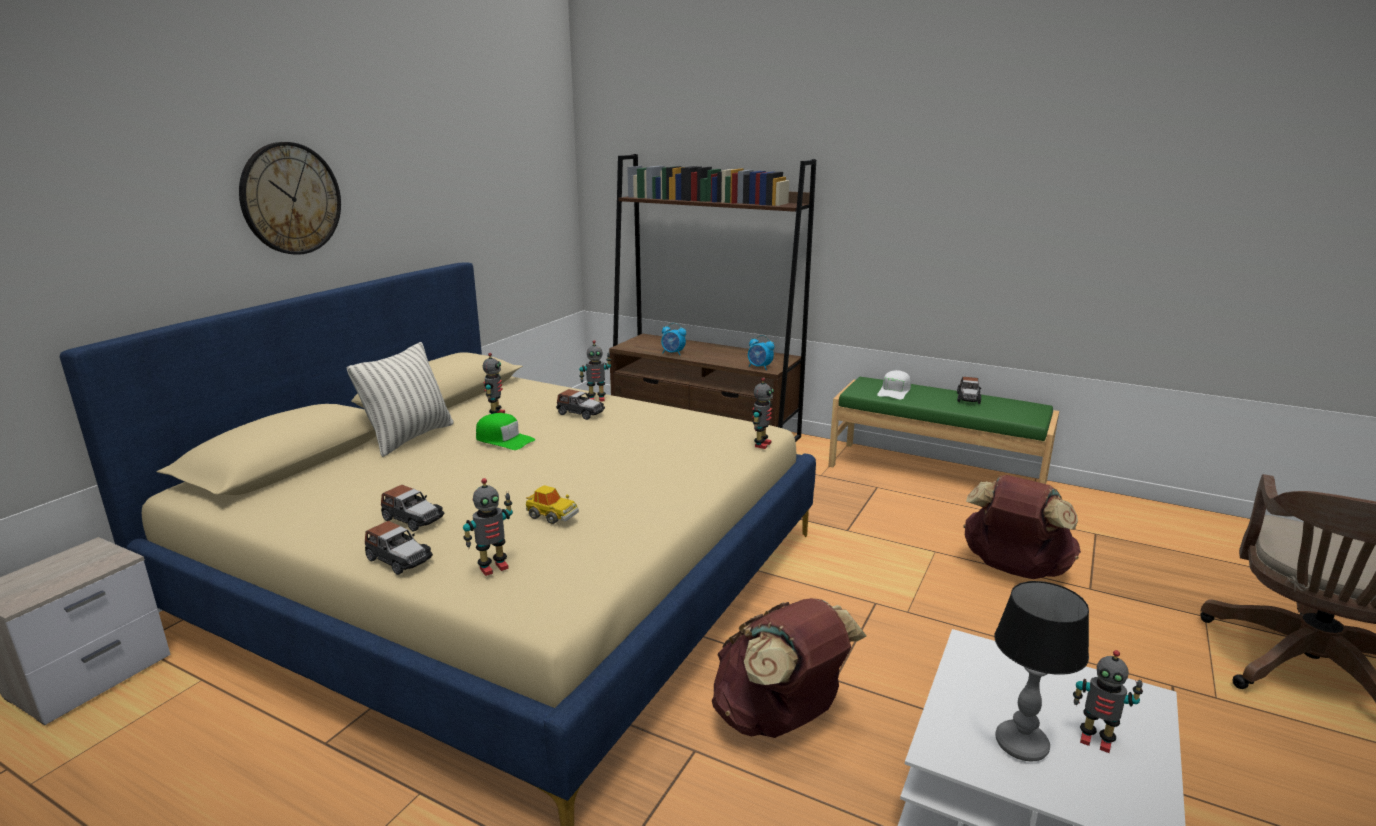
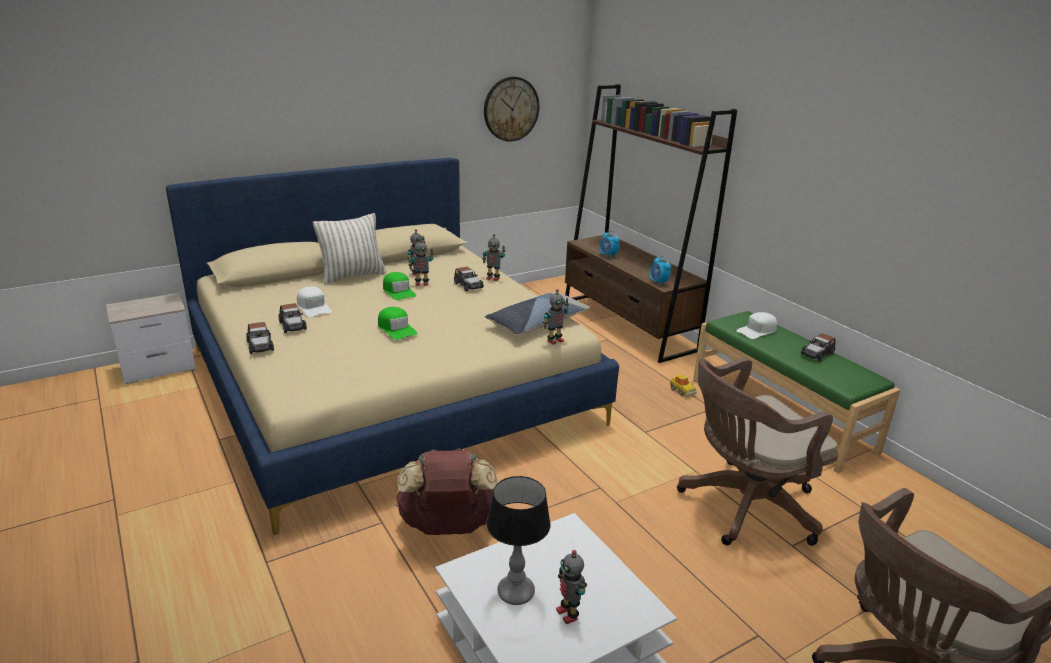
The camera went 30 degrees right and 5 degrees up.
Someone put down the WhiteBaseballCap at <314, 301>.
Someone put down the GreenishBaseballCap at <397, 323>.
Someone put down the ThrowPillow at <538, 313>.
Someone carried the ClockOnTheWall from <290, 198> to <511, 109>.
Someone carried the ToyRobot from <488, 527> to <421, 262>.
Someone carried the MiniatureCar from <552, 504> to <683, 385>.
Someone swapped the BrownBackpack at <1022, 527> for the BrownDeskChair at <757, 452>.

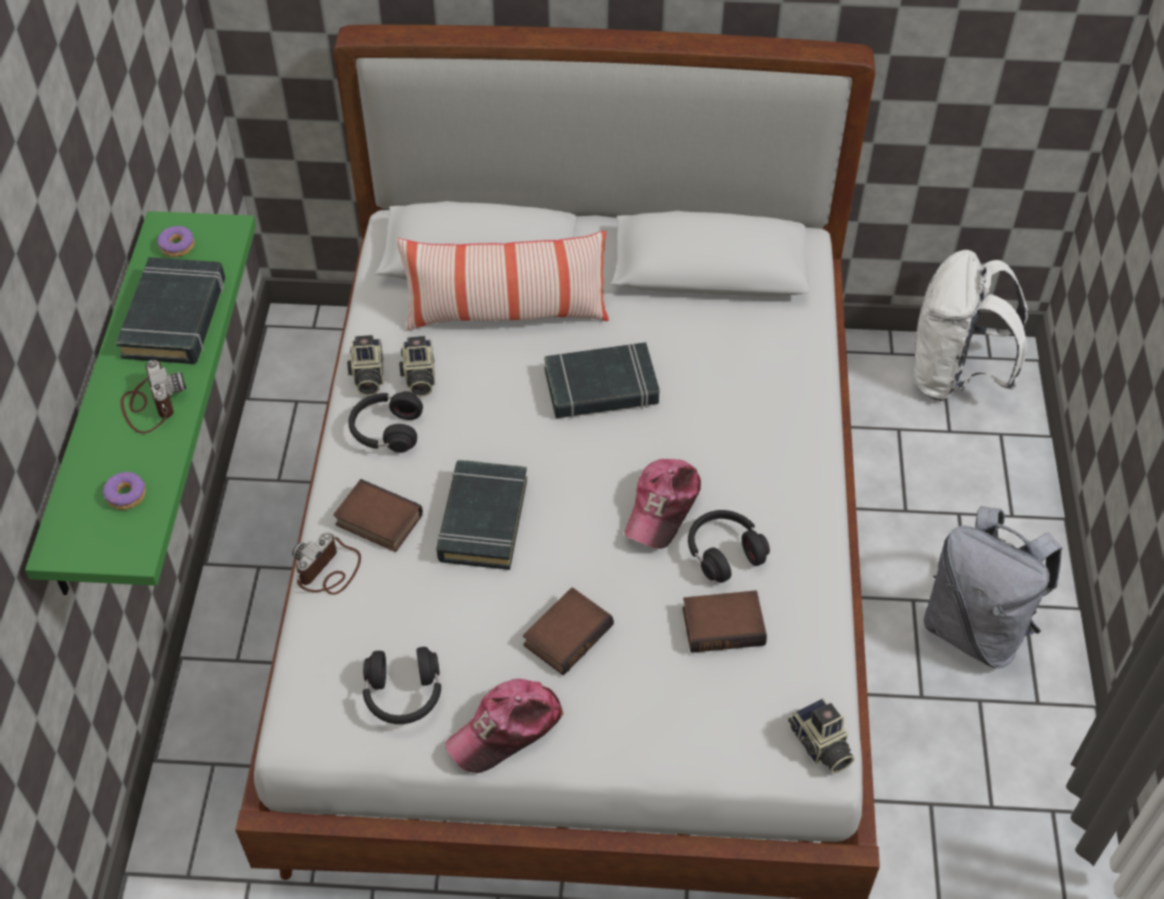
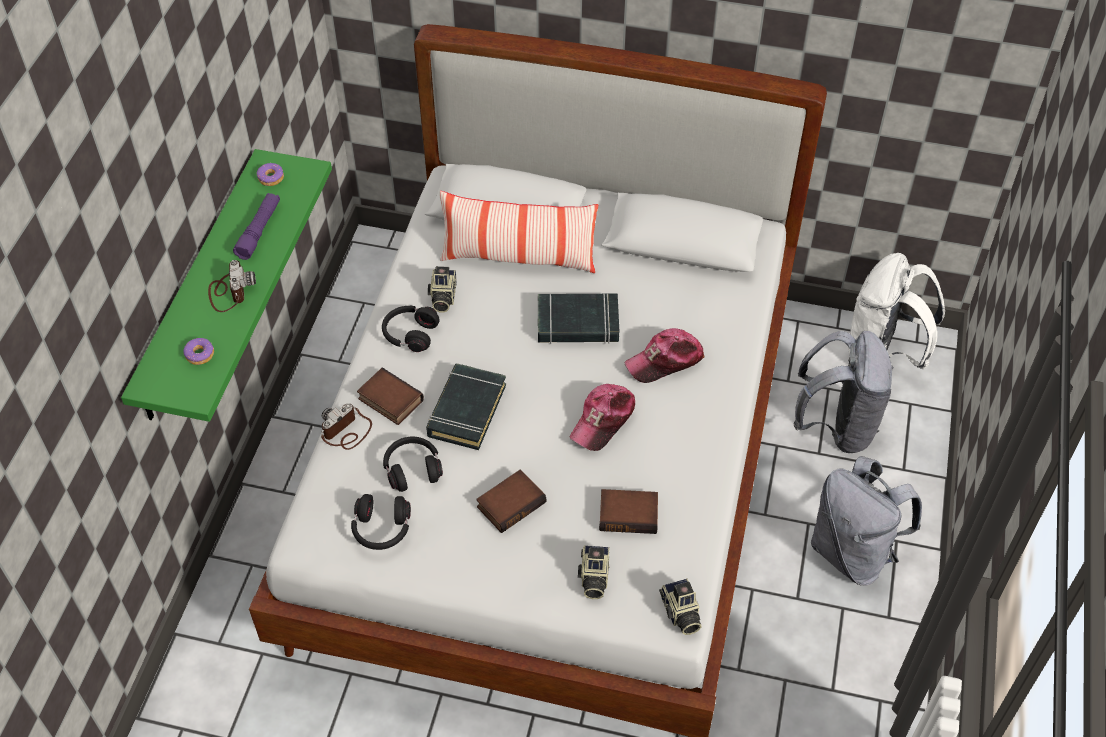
The camera went 10 degrees right and 0 degrees up.
Someone put down the GrayBackpack at <843, 392>.
Someone carried the PhotoCamera from <365, 365> to <594, 572>.
Someone carried the BaseballCap from <504, 726> to <664, 355>.
Someone carried the BlackishHeadset from <729, 546> to <413, 464>.
Someone swapped the BlackishBoundBook at <170, 310> for the PurplishHandTorch at <256, 226>.

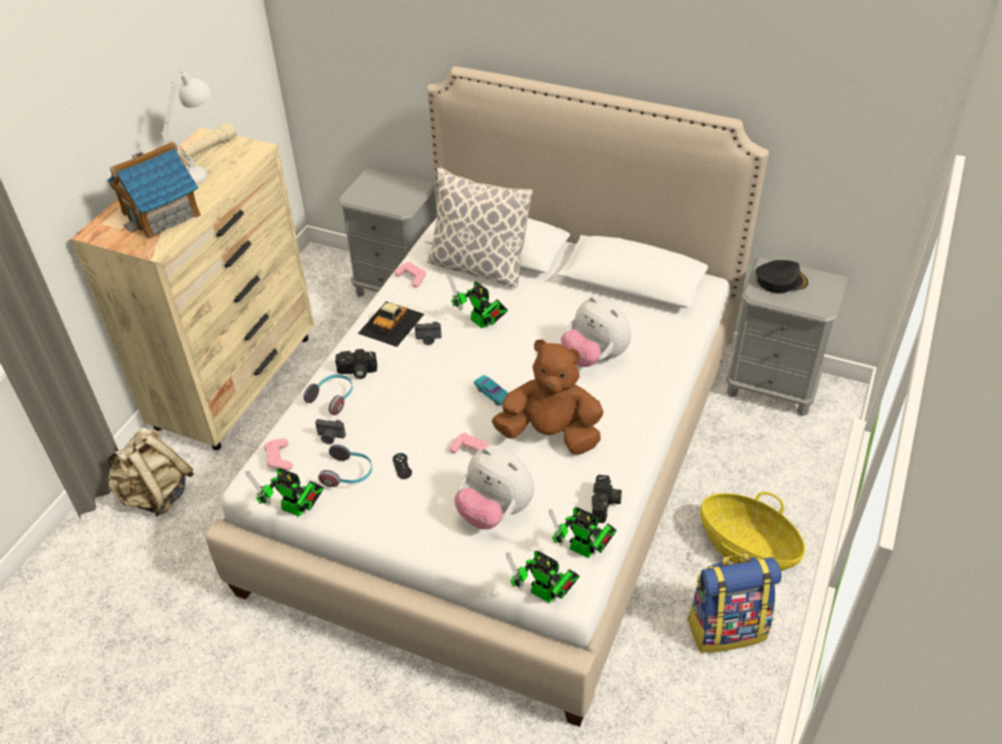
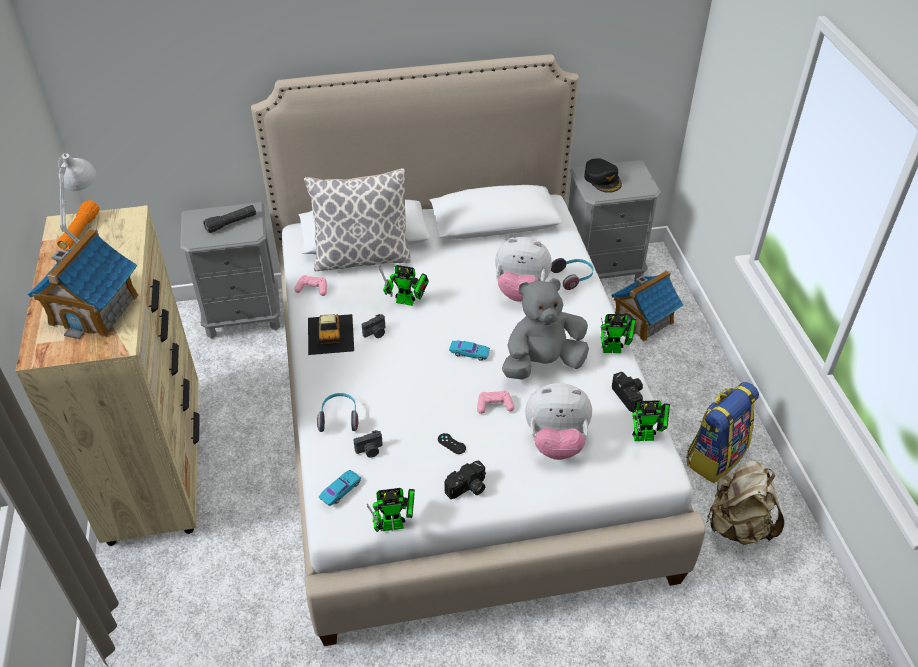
The camera went 35 degrees left and 0 degrees up.
Someone took away the Basket at <752, 531>.
Someone put down the BlackishHandTorch at <229, 219>.
Someone put down the ToyHouse at <647, 305>.
Someone carried the BeigeColouredBackpack from <150, 472> to <745, 502>.
Someone carried the Headset from <345, 465> to <572, 274>.
Someone carried the PhotoCamera from <356, 364> to <465, 480>.
Someone carried the ToyRobot from <543, 577> to <618, 333>.
Someone swapped the PinkishJoypad at <278, 454> for the TurquoiseMiniatureCar at <340, 488>.
Someone repainted the BeigeColouredHandTorch at <209, 141>, which became the OrangeColouredHandTorch at <78, 225>.
Someone repainted the BrownCuddlyToy at <547, 396>, which became the GrayCuddlyToy at <545, 329>.
Someone rotated the BlackishBaseballCap at <782, 277> by 105 degrees clockwise.

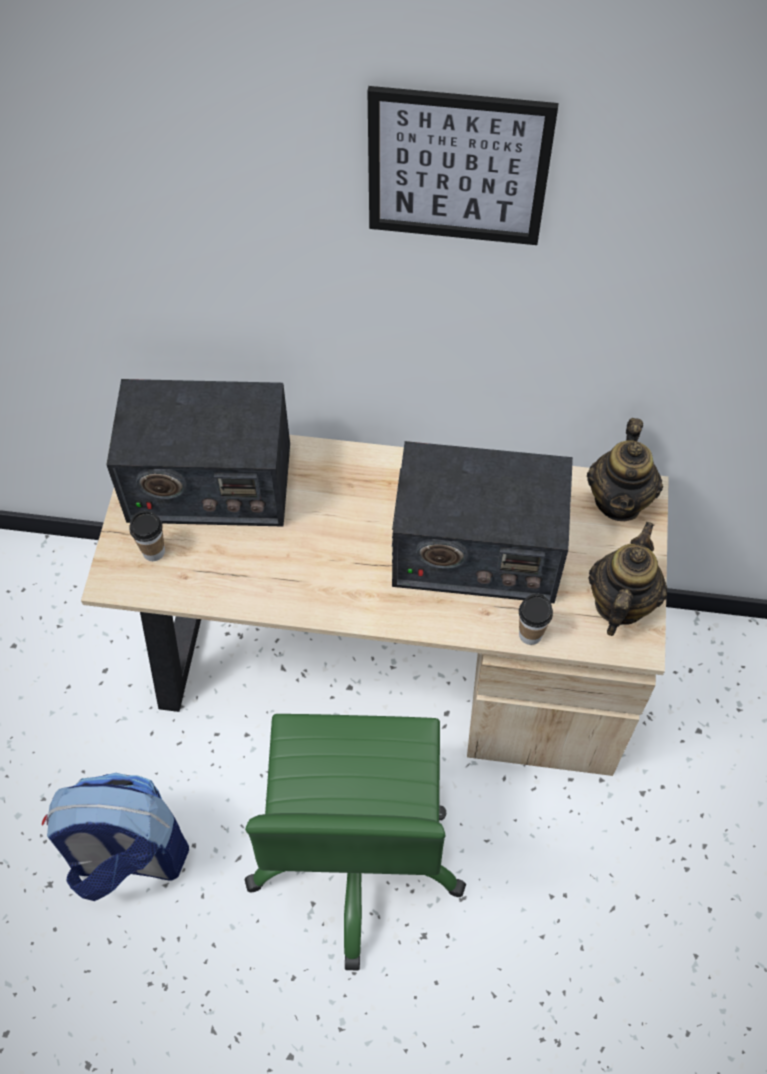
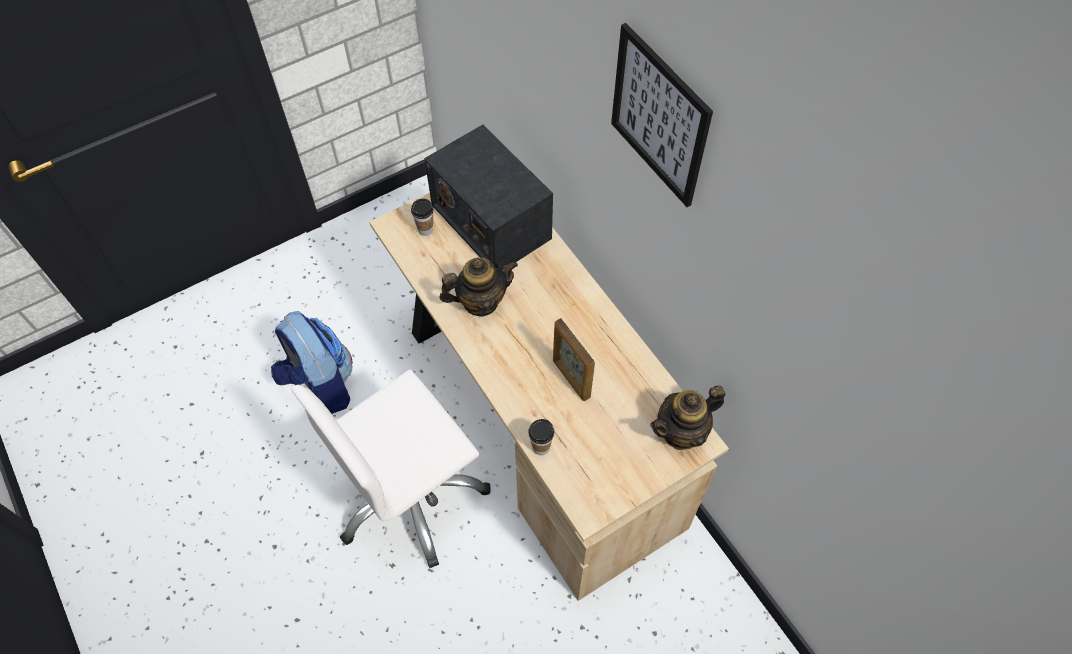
The camera went 50 degrees right and 0 degrees up.
Someone carried the TeaPot from <628, 579> to <478, 287>.
Someone swapped the Radio at <482, 522> for the PictureFrame at <574, 359>.
Someone repainted the GreenishDeskChair at <355, 842>, which became the WhiteDeskChair at <391, 469>.

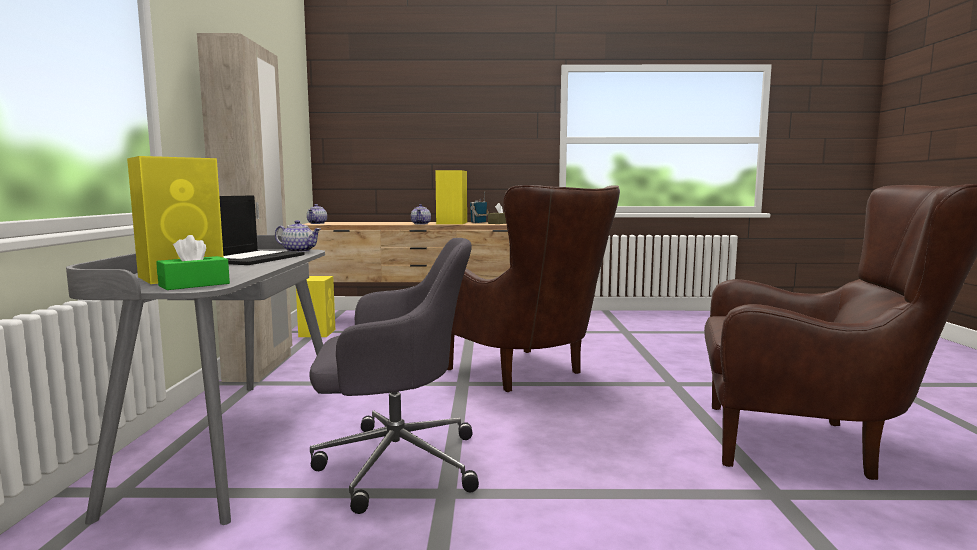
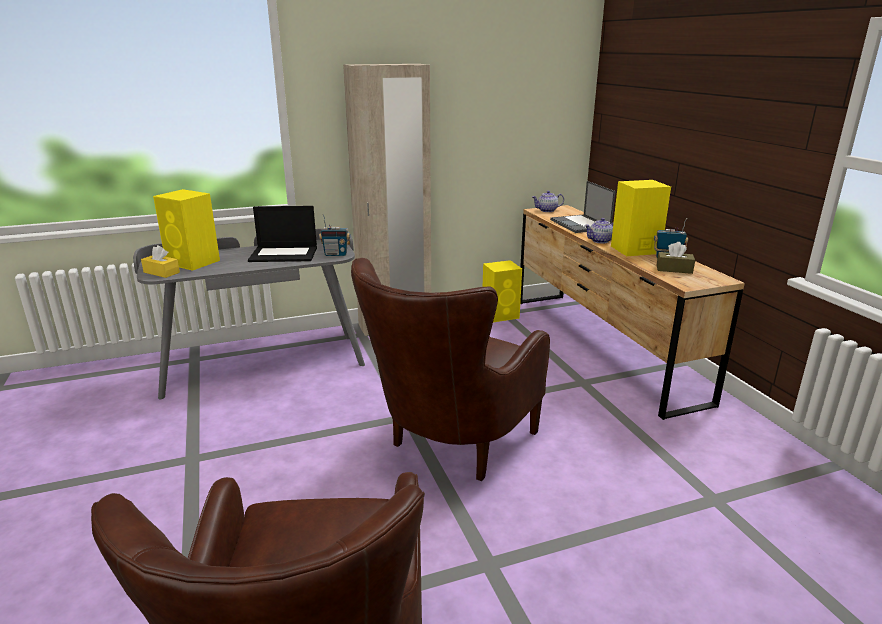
The camera went 70 degrees right and 15 degrees up.
Someone took away the GrayDeskChair at <394, 376>.
Someone put down the PortableComputer at <583, 207>.
Someone swapped the TeaPot at <298, 236> for the Radio at <334, 235>.
Someone repainted the GreenishTissueHolder at <193, 262>, which became the YellowTissueHolder at <160, 261>.

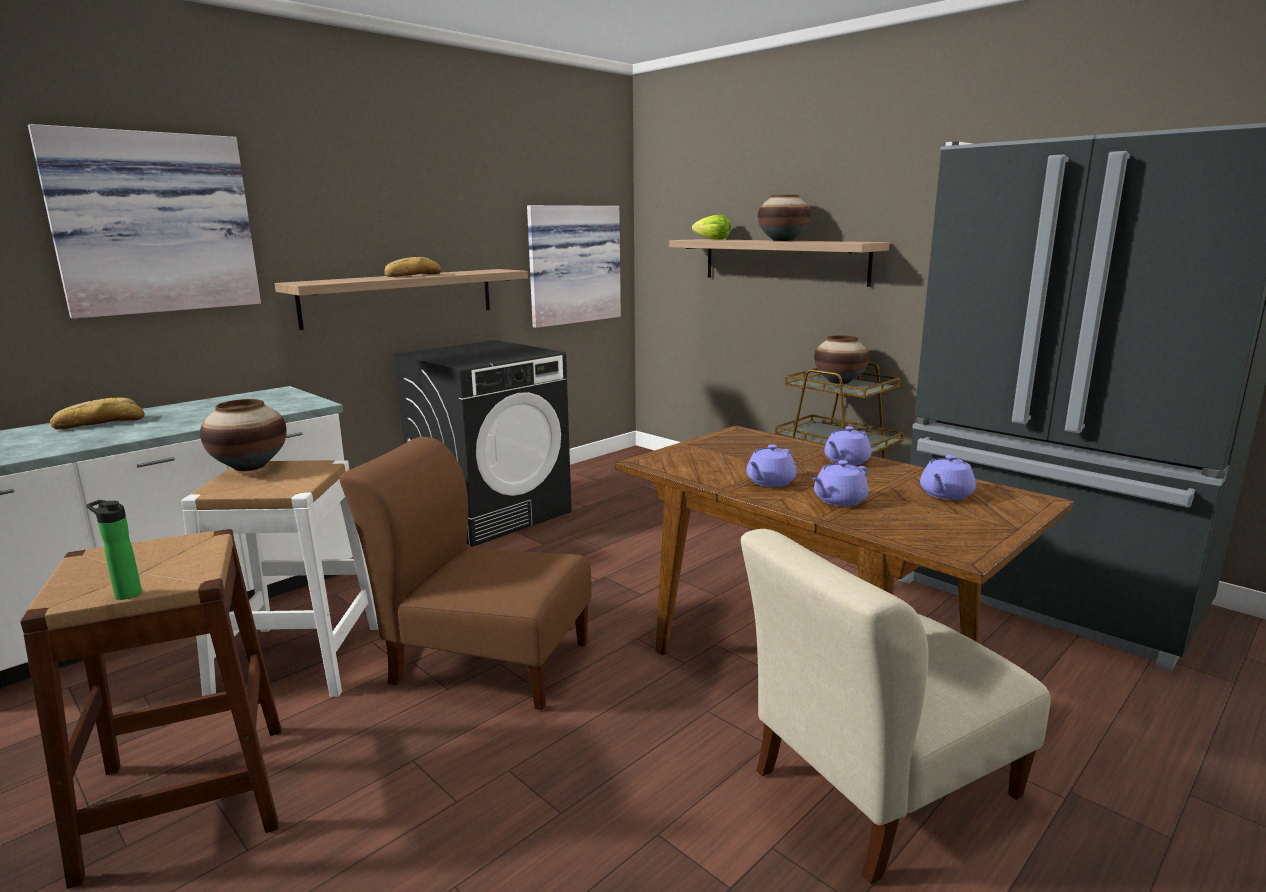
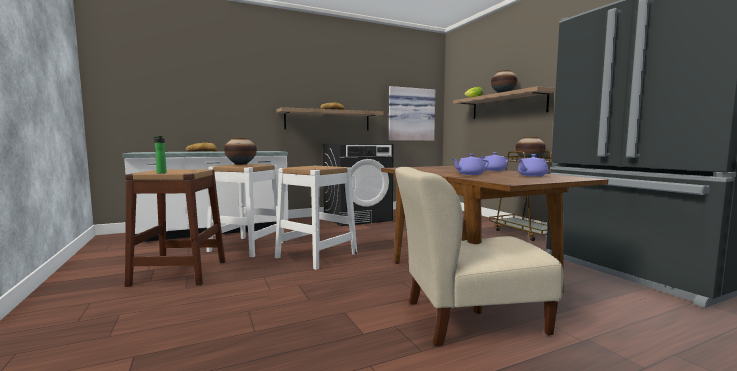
The camera went 20 degrees right and 10 degrees down.
Someone took away the WallPicture at <144, 221>.
Someone took away the PurplishTeaPot at <771, 465>.
Someone swapped the BrownChair at <465, 573> for the WhiteSittingStool at <316, 218>.

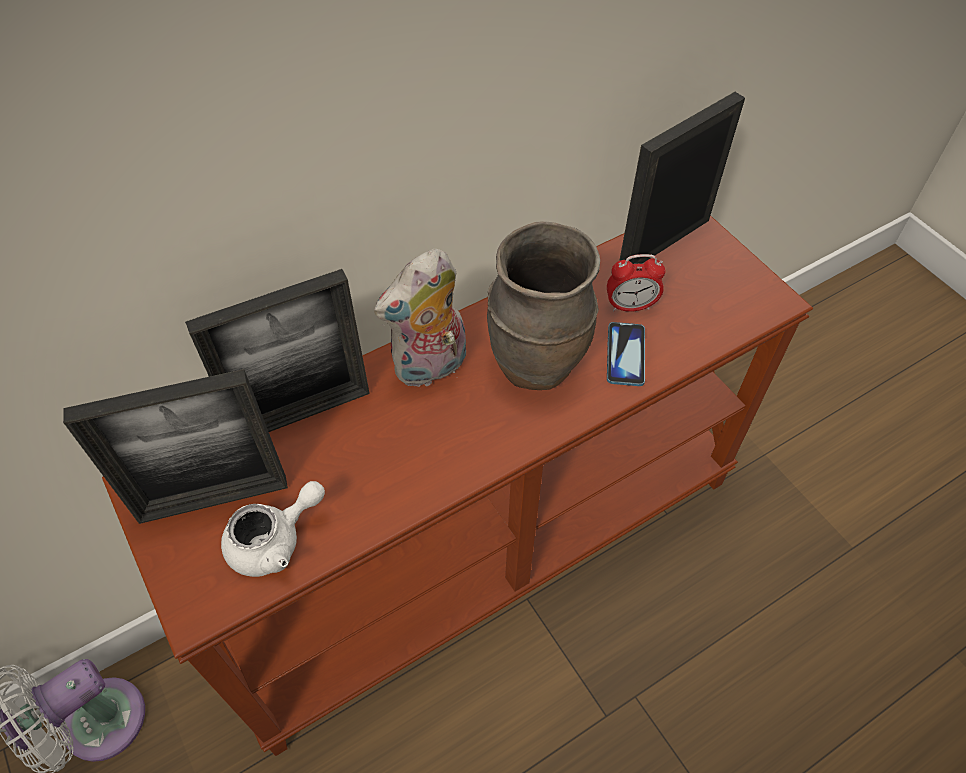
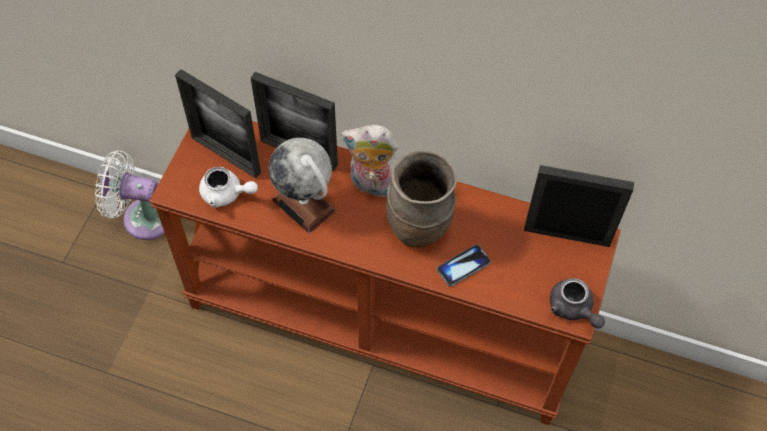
The camera went 50 degrees right and 5 degrees up.
Someone took away the AlarmClock at <636, 283>.
Someone put down the WorldGlobe at <302, 186>.
Someone put down the GrayTeaPot at <577, 303>.

